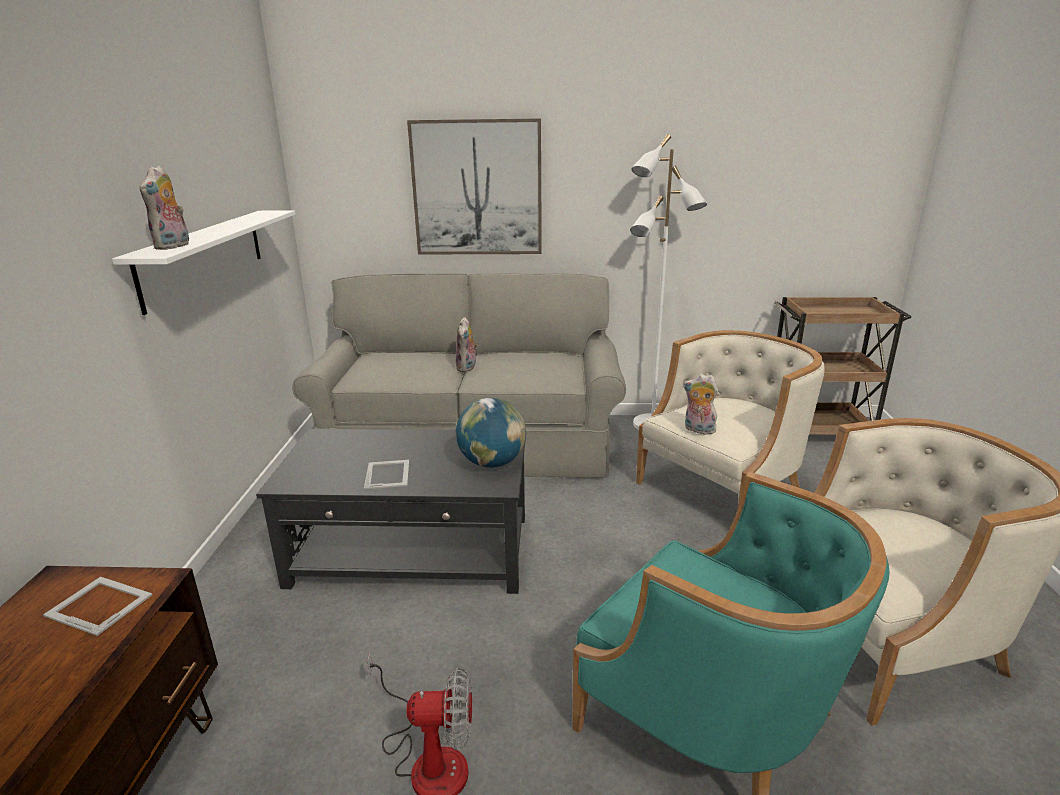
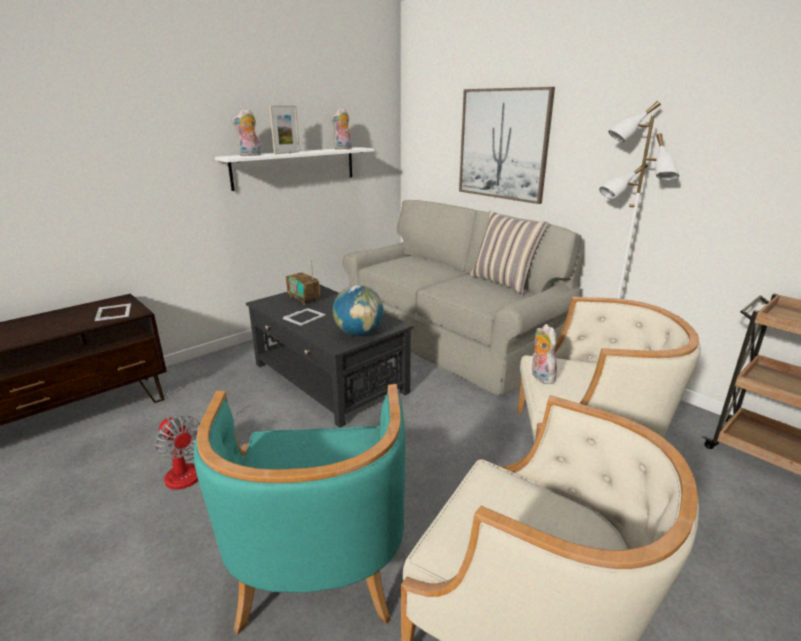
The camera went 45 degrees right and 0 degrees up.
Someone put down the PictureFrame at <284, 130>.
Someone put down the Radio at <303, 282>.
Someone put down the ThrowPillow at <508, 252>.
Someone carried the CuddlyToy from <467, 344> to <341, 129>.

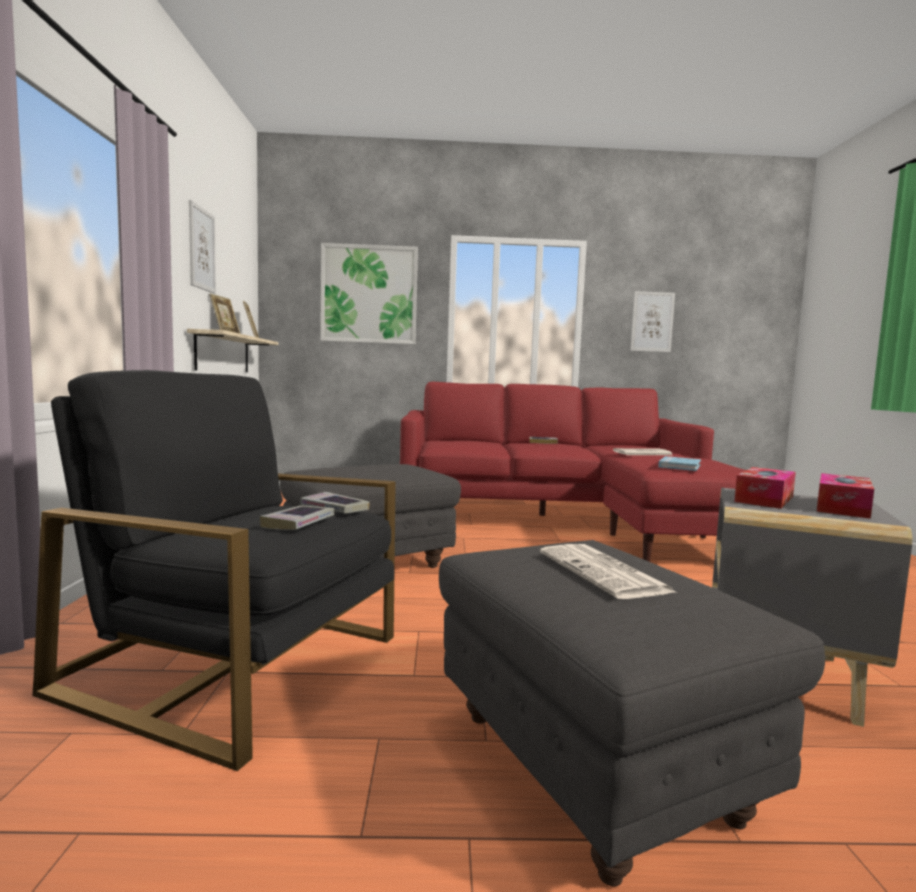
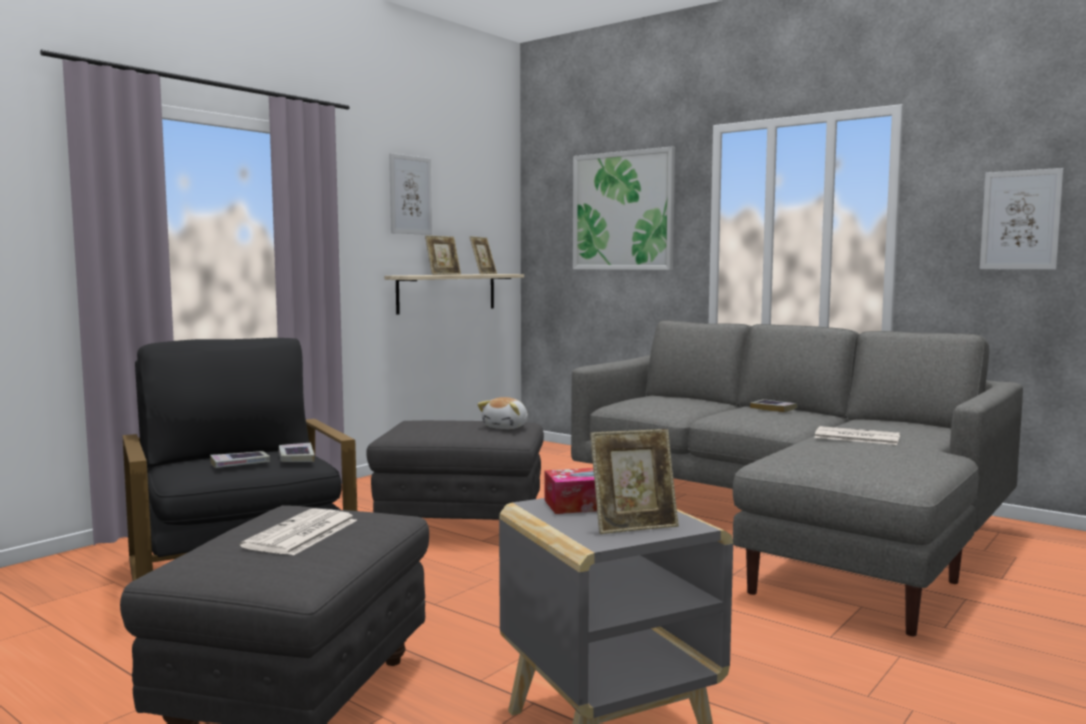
The camera went 40 degrees right and 0 degrees up.
Someone took away the BlueBoundBook at <679, 463>.
Someone put down the CuddlyToy at <502, 413>.
Someone swapped the TissueHolder at <845, 496> for the PictureFrame at <634, 481>.
Someone repainted the RedSofa at <573, 472>, which became the GraySofa at <797, 478>.

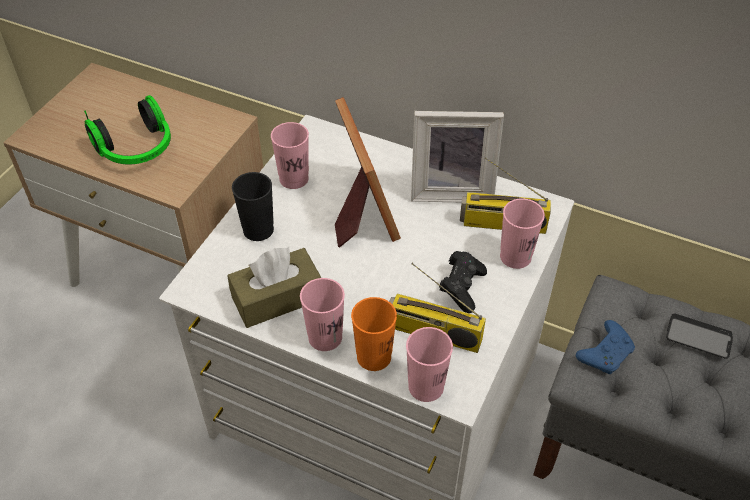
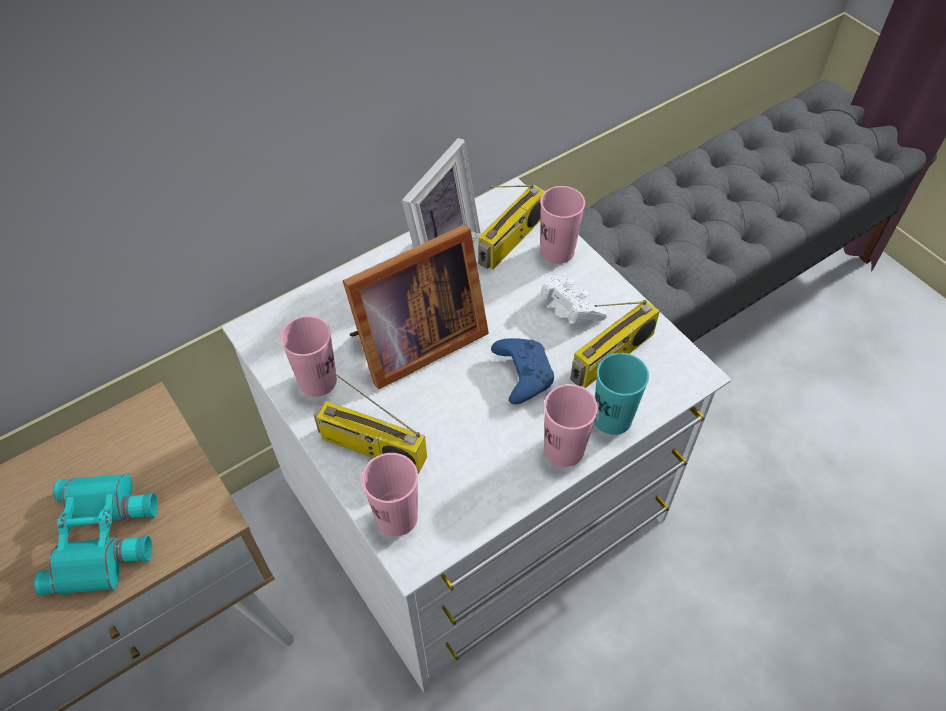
The camera went 60 degrees left and 5 degrees up.
Someone took away the BrownTissueHolder at <274, 287>.
Someone took away the Handset at <699, 336>.
Someone carried the PinkishCup from <429, 364> to <390, 494>.
Someone carried the BlueJoypad from <605, 347> to <522, 371>.
Someone swapped the Headset at <127, 129> for the TurquoiseBinoculars at <96, 534>.
Someone swapped the BlackishCup at <253, 206> for the Radio at <370, 422>.
Someone repainted the OrangeColouredCup at <374, 334>, which became the TurquoiseCup at <621, 394>.
Someone repainted the BlackishJoypad at <463, 282>, which became the WhiteJoypad at <573, 299>.
Someone rotated the PictureFrame at <368, 172> by 135 degrees clockwise.

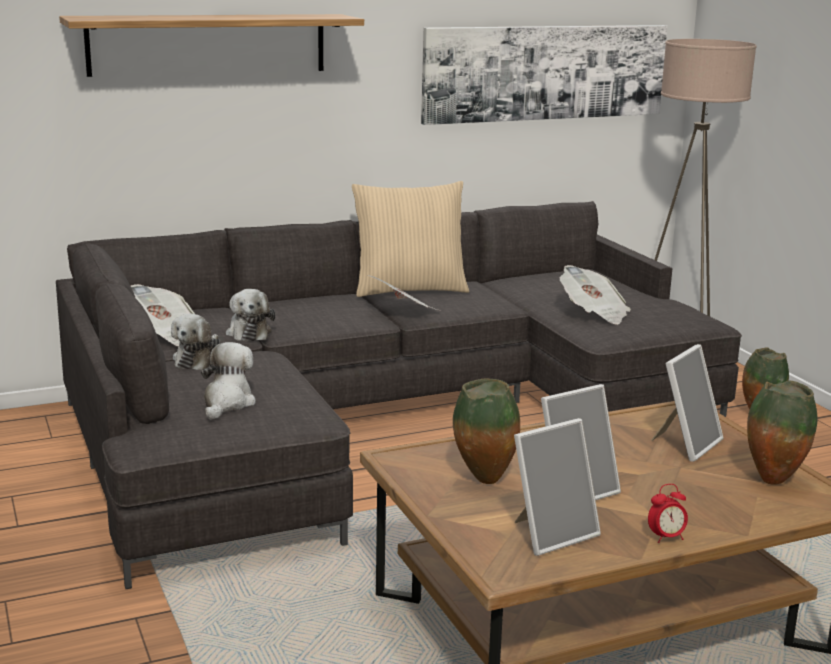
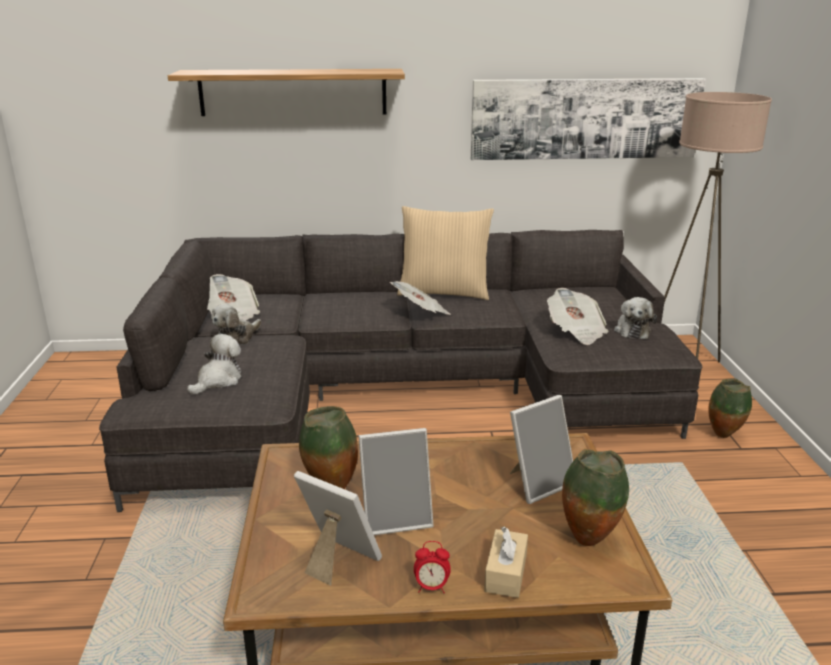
The camera went 20 degrees right and 5 degrees up.
Someone put down the BeigeColouredTissueHolder at <506, 562>.
Someone carried the CuddlyToy from <250, 315> to <635, 318>.
Someone rotated the PictureFrame at <557, 487> by 135 degrees counterclockwise.

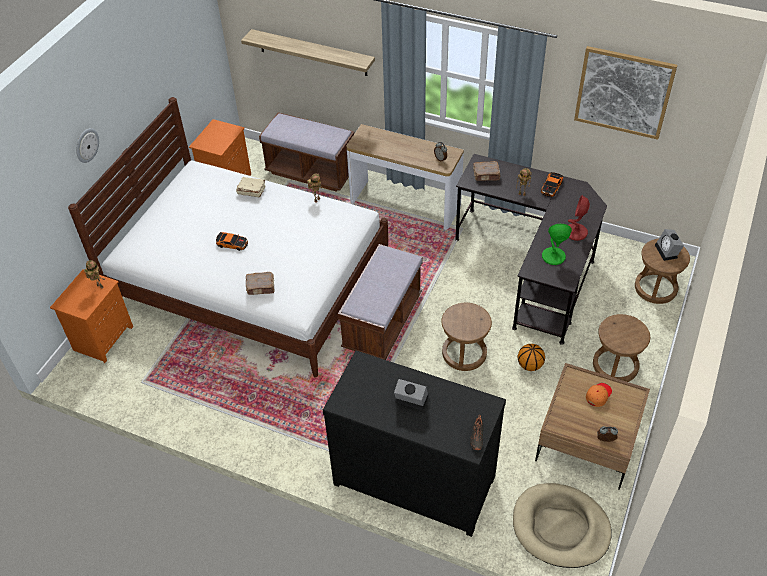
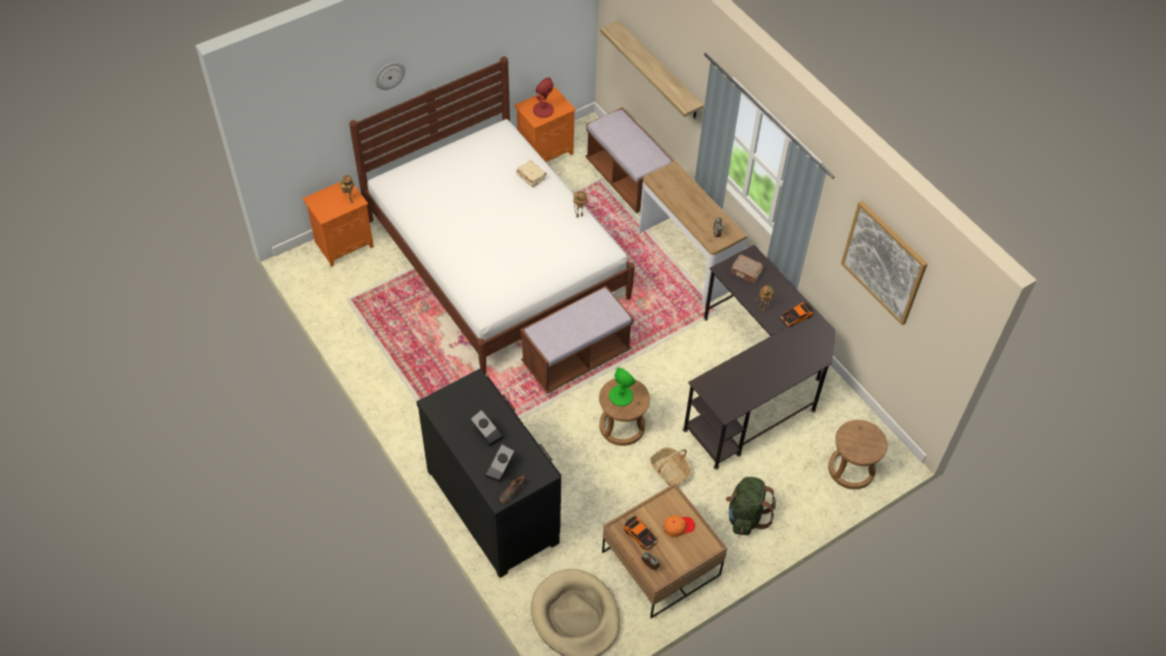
The camera went 30 degrees right and 5 degrees up.
Someone took away the BrownBoundBook at <260, 283>.
Someone carried the MiniatureCar from <232, 241> to <640, 533>.
Someone carried the GreenishLampForATable from <557, 244> to <622, 387>.
Someone carried the RedLampForATable from <579, 218> to <543, 97>.
Someone carried the AlarmClock from <669, 245> to <499, 464>.
Someone swapped the BasketballBall at <531, 357> for the Basket at <670, 466>.
Someone swapped the BrownSittingStool at <621, 348> for the GreenishBackpack at <751, 506>.

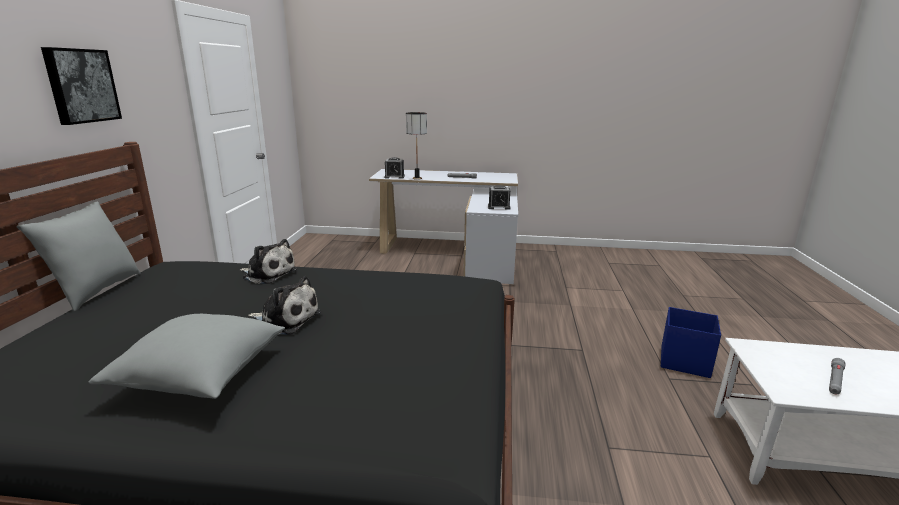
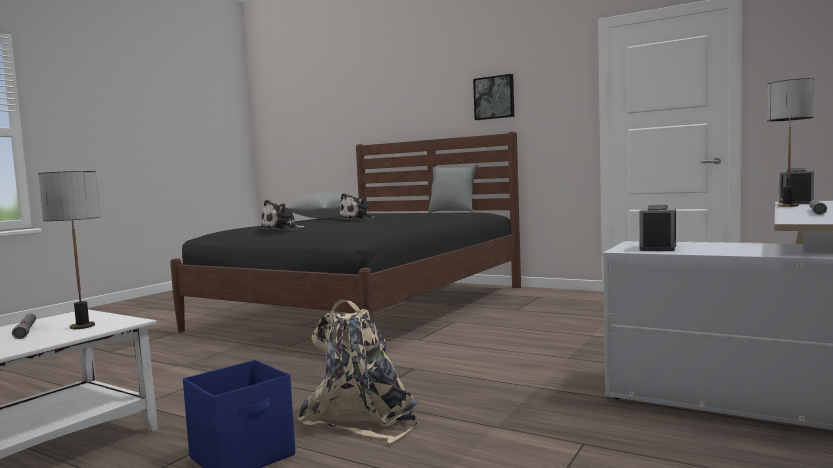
The camera went 115 degrees right and 15 degrees down.
Someone put down the LampForATable at <69, 250>.
Someone put down the BeigeColouredBackpack at <358, 371>.
Someone carried the CuddlyToy from <268, 261> to <282, 215>.

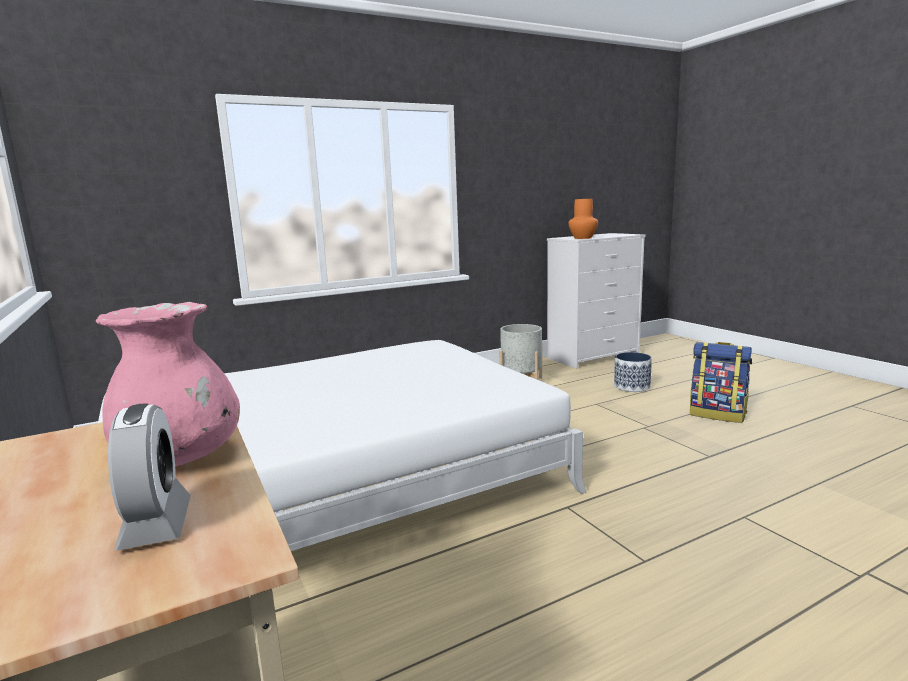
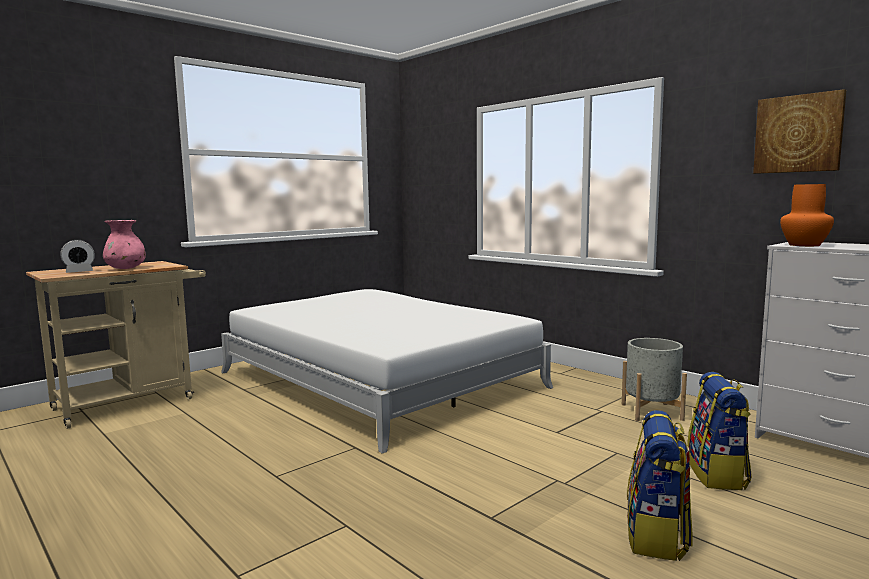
The camera went 75 degrees right and 5 degrees down.
Someone put up the WallPicture at <799, 131>.
Someone swapped the Planter at <633, 372> for the Backpack at <719, 431>.

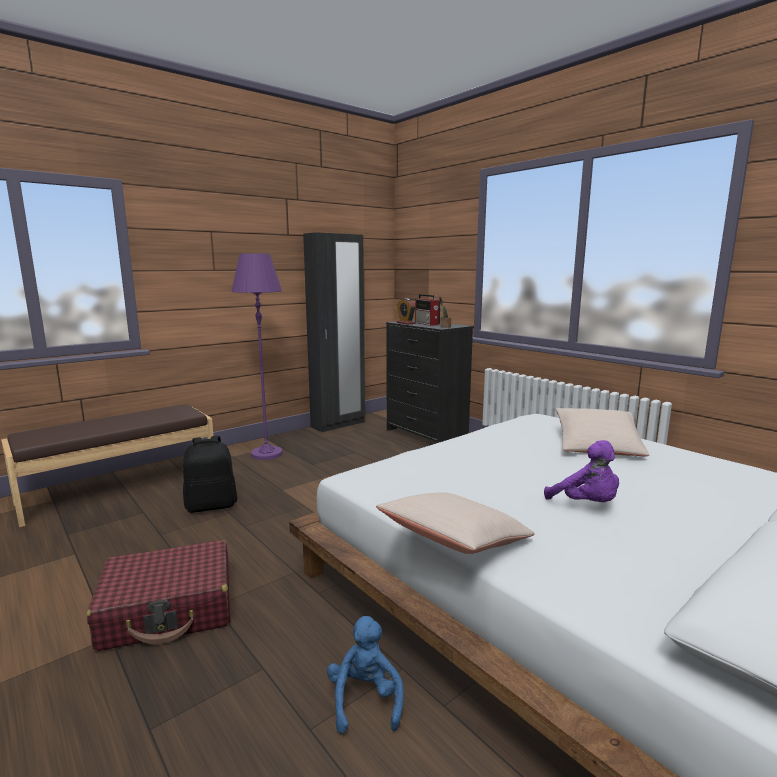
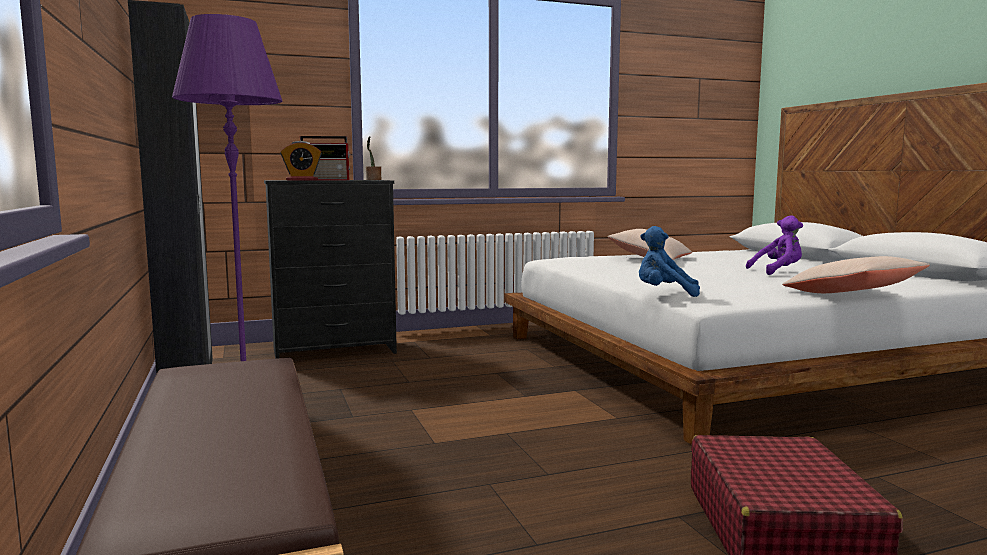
The camera went 70 degrees left and 5 degrees down.
Someone took away the BlackishBackpack at <210, 474>.
Someone carried the BlueCuddlyToy from <365, 675> to <669, 261>.

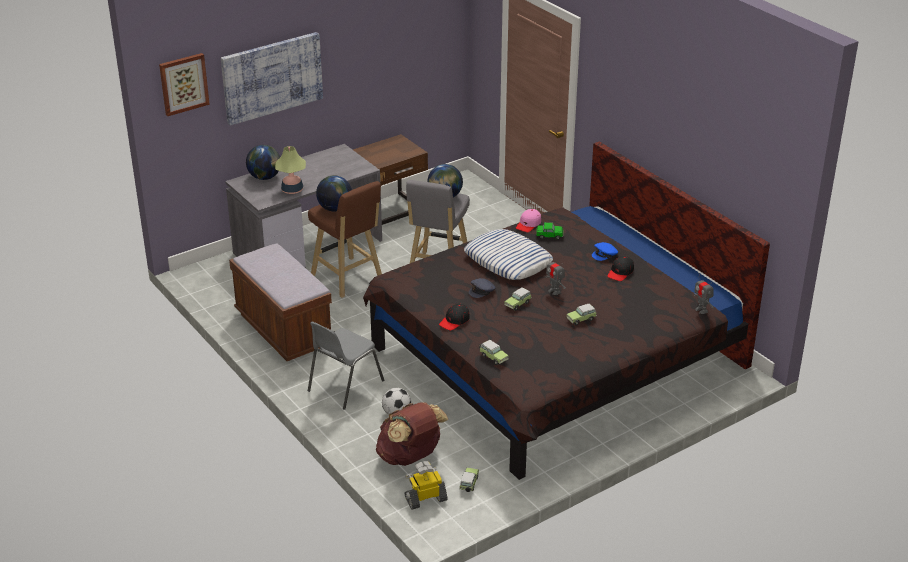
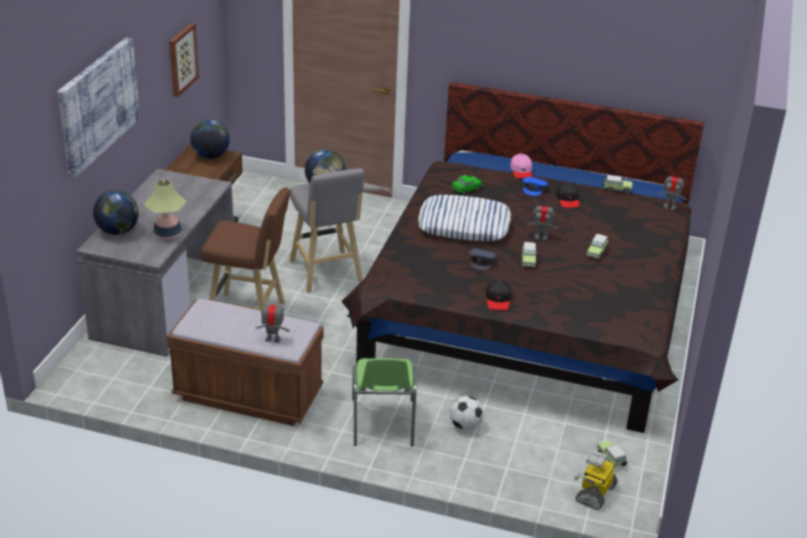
The camera went 40 degrees left and 0 degrees up.
Someone took away the BrownBackpack at <412, 434>.
Someone put down the ToyRobot at <272, 321>.
Someone carried the WallPicture from <184, 84> to <184, 60>.
Someone carried the WorldGlobe from <334, 193> to <210, 139>.
Someone carried the MiniatureCar from <494, 352> to <617, 184>.
Someone carried the PinkishBaseballCap from <528, 220> to <521, 166>.
Someone repainted the GrayChair at <346, 366>, which became the GreenishChair at <384, 402>.

